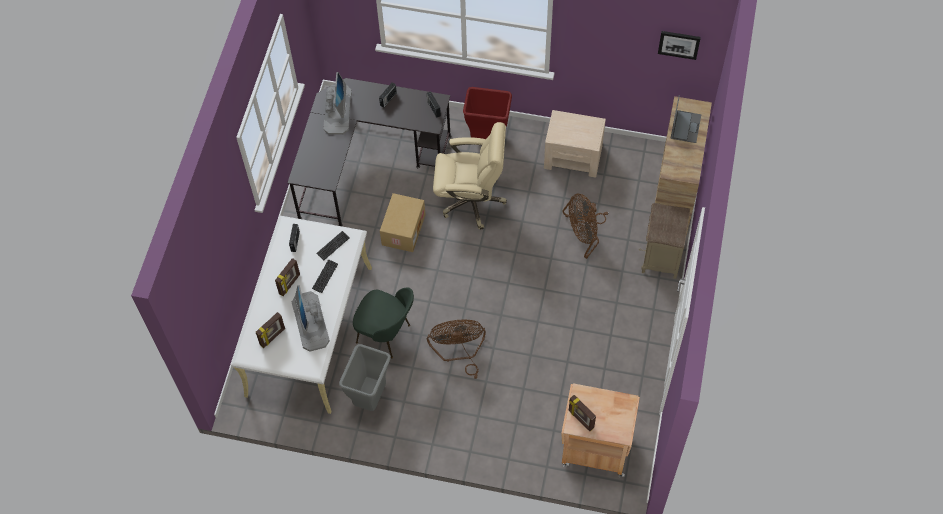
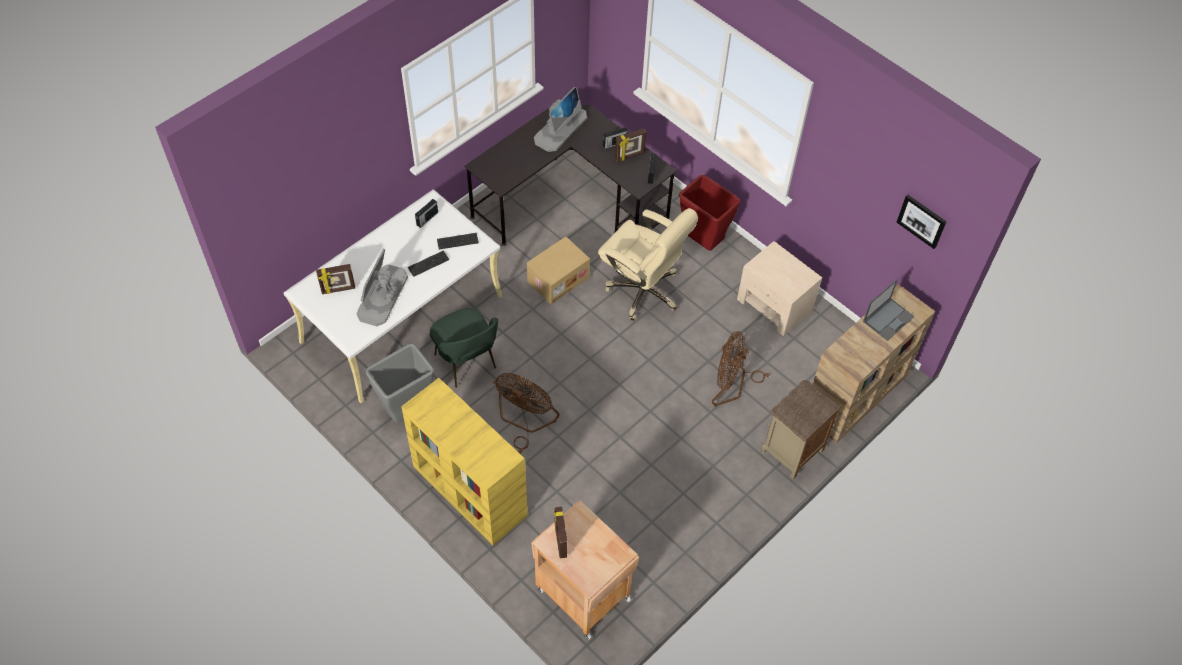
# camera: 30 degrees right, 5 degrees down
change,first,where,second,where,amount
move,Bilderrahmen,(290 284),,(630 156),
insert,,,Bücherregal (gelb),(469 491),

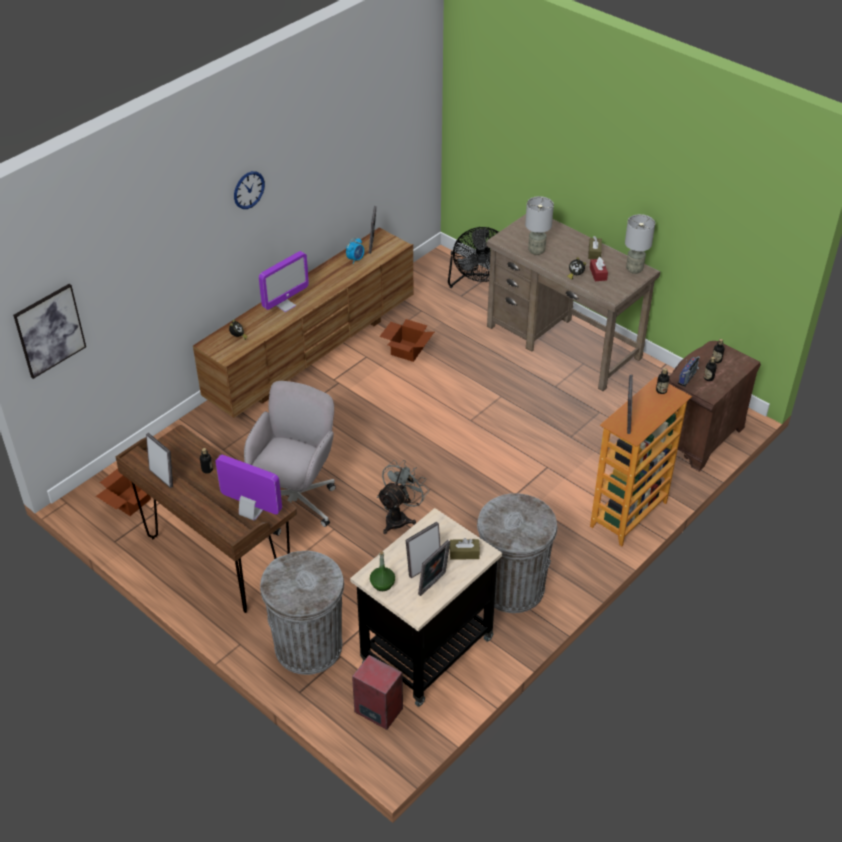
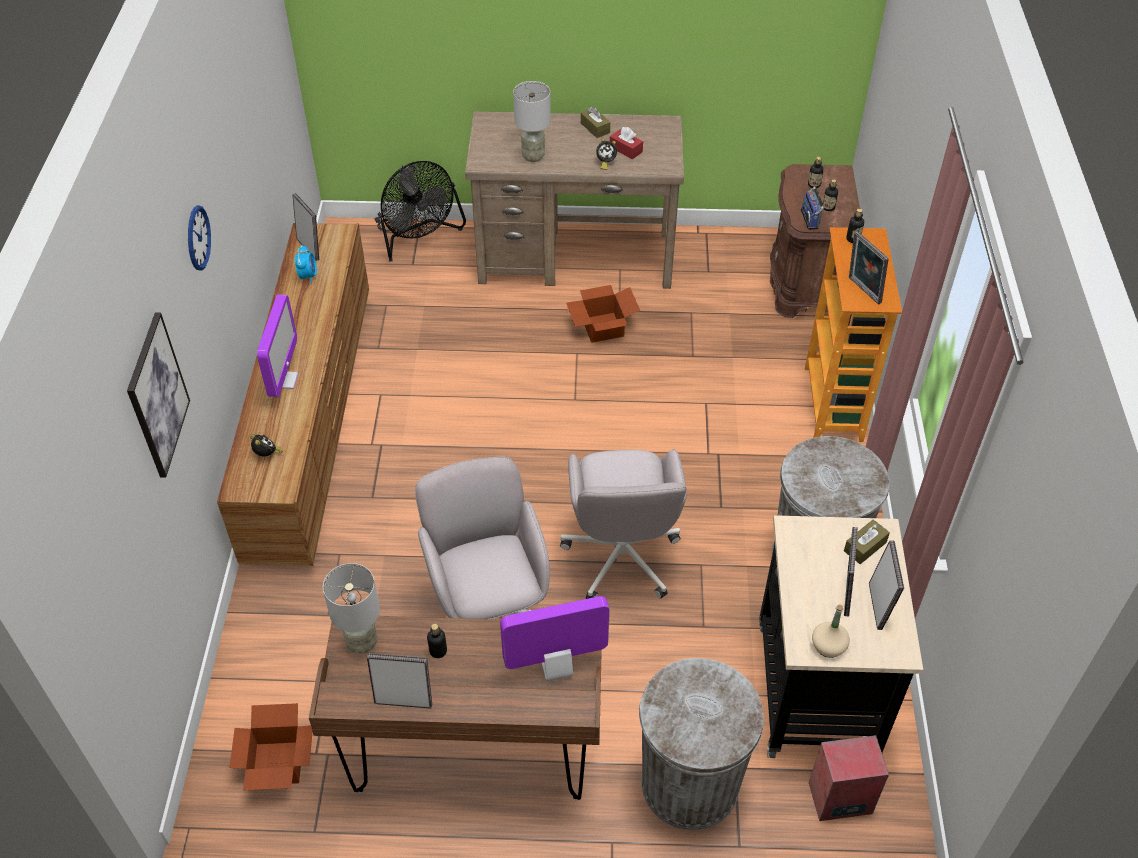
# camera: 40 degrees left, 5 degrees up
change,first,where,second,where,amount
move,Tischlampe (grau),(634 269),,(362 643),
move,Bild,(49 330),,(157 395),
move,Karton,(407 350),,(601 327),
replace,Ventilator (grau),(400 517),Bürostuhl (grau),(621 559),
recolor,Flasche (grün),(382 584),Flasche (beige),(828 646),

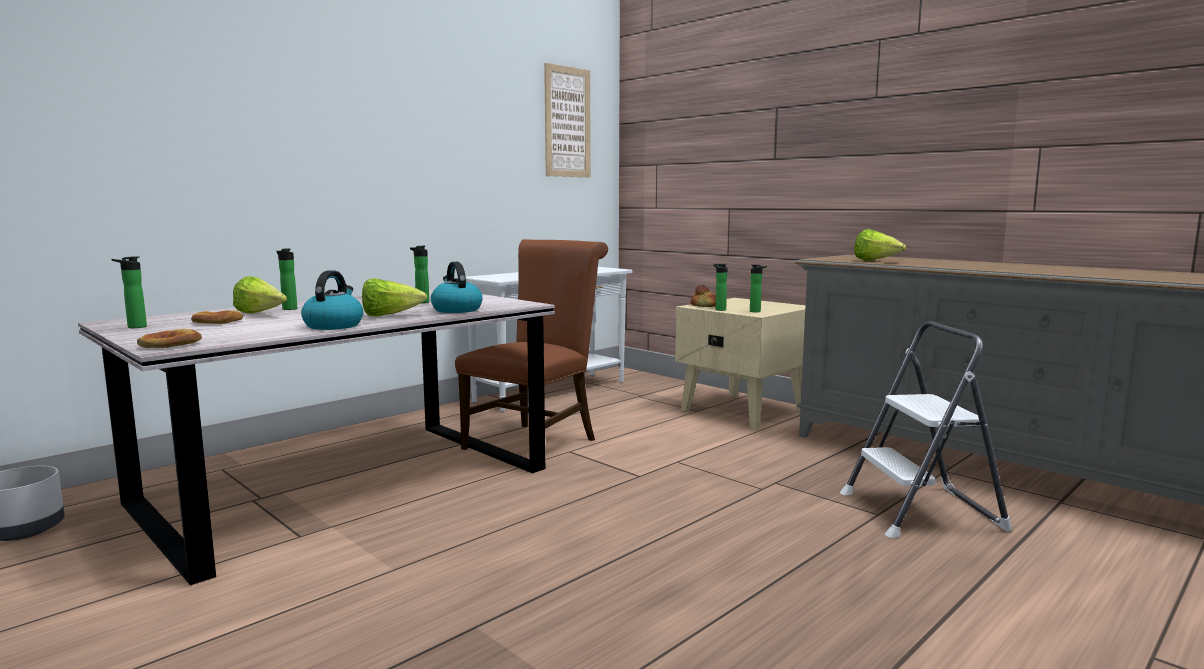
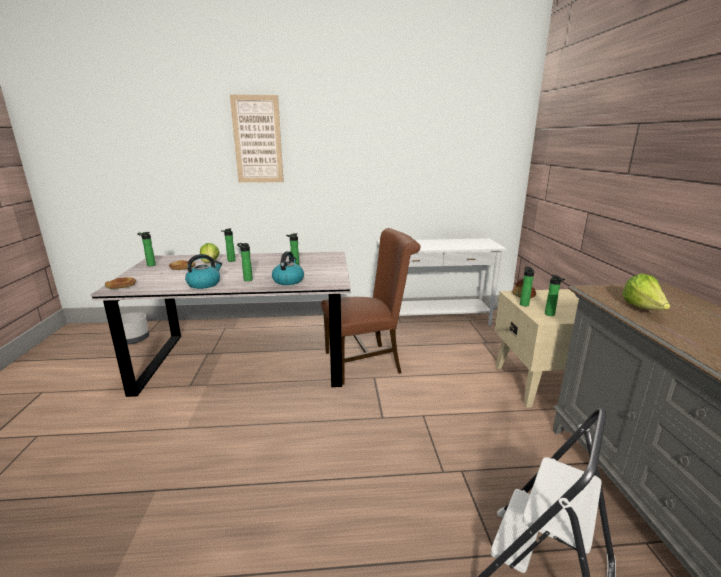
# camera: 40 degrees right, 10 degrees up
change,first,where,second,where,amount
move,Bild,(567 122),,(257 140),
replace,Salatkopf,(389 316),Flasche,(247 279),

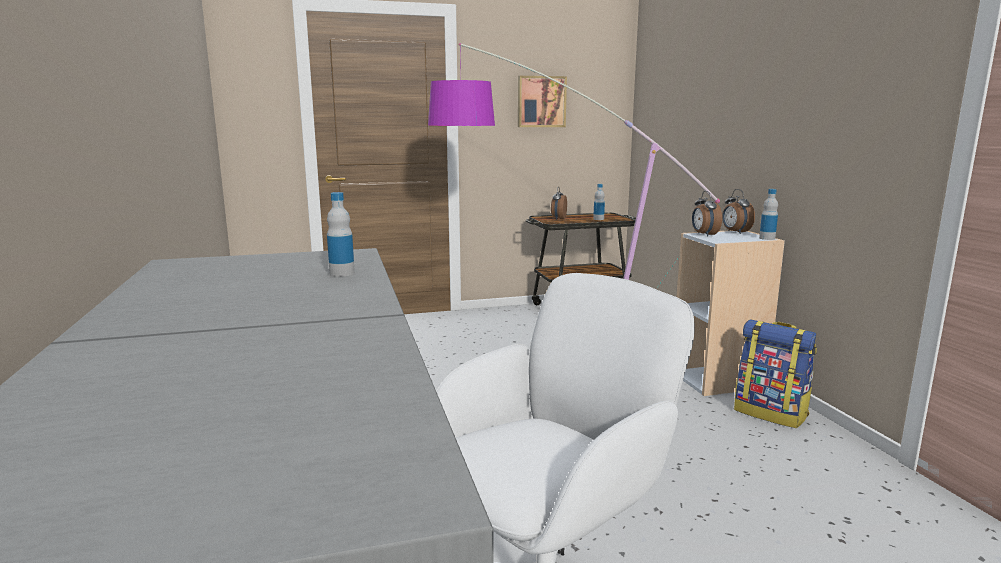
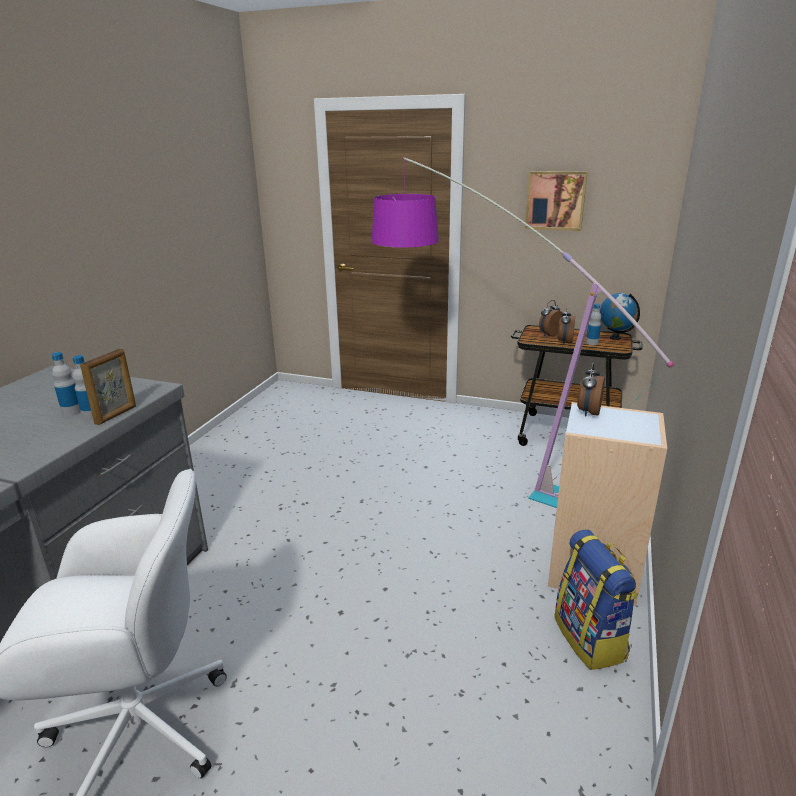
# camera: 35 degrees right, 10 degrees up
change,first,where,second,where,amount
move,Wecker,(735 232),,(564 342),
move,Flasche,(767 238),,(72 411),
insert,,,Globus,(615 337),
insert,,,Bilderrahmen,(116 415),

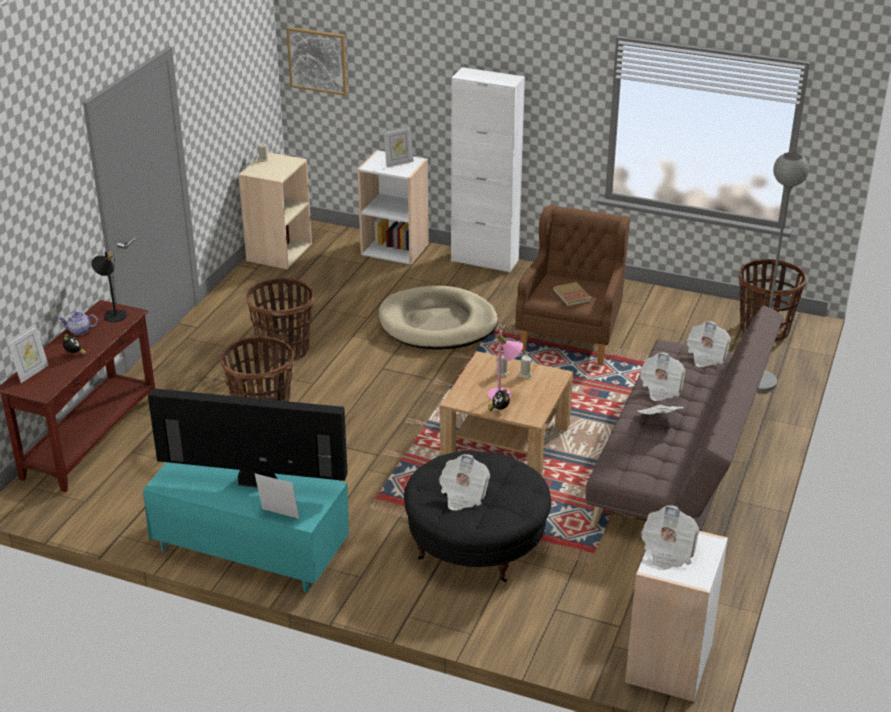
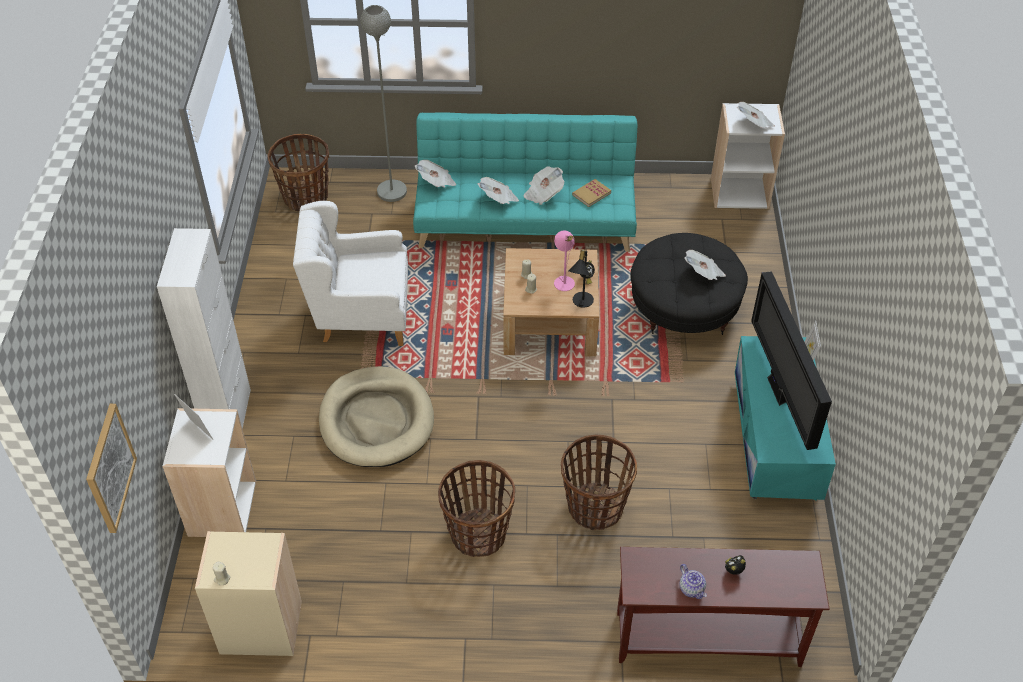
# camera: 110 degrees left, 15 degrees up
change,first,where,second,where,amount
recolor,Sessel (braun),(572 335),Sessel (weiß),(360 316),
move,Tischlampe (schwarz),(113 314),,(580 302),
move,Buch,(572 295),,(591 194),
recolor,Sofa (braun),(681 462),Sofa (türkis),(525 218),
delete,Bilderrahmen,(32 373),,,

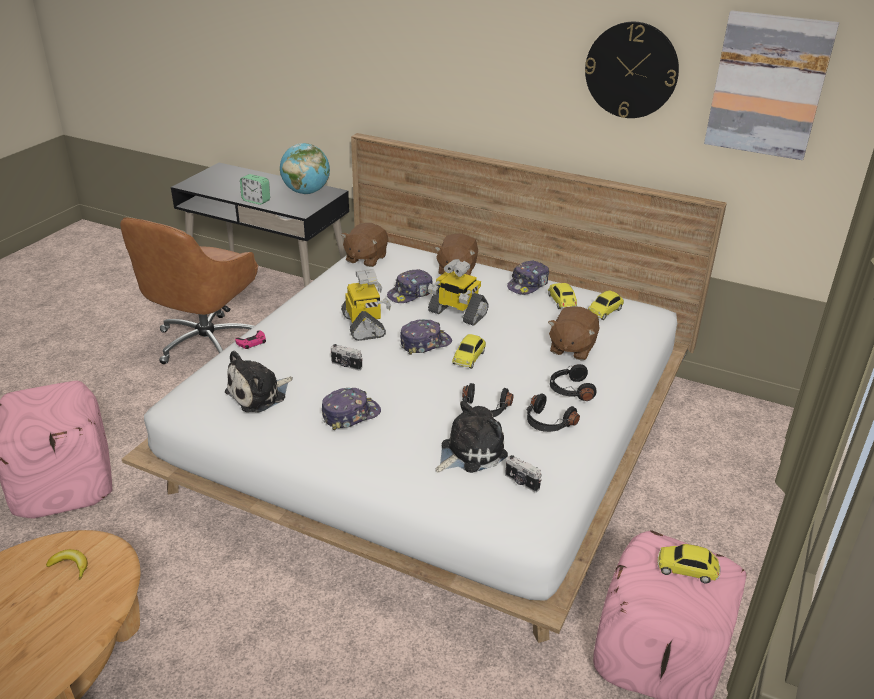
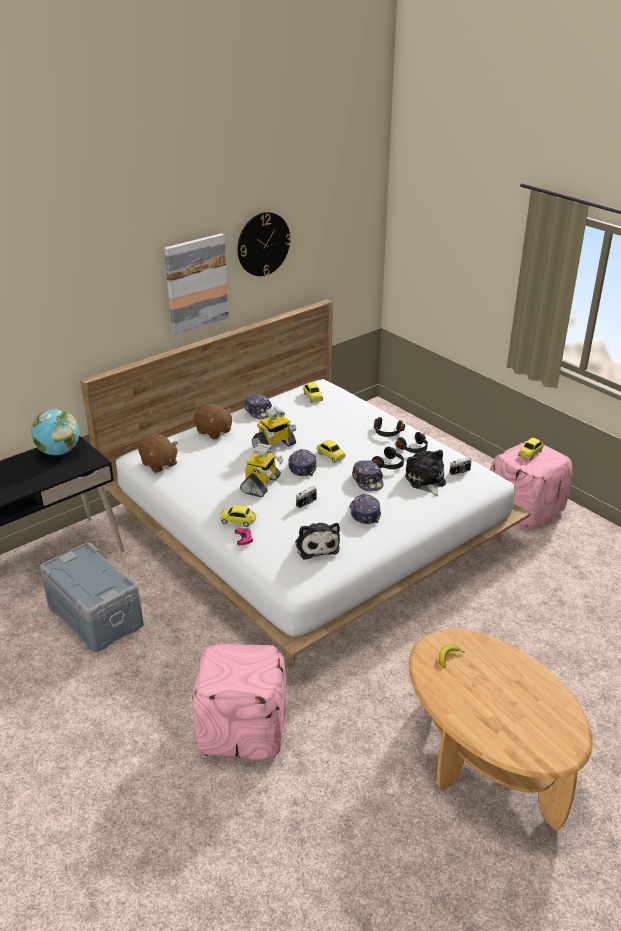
# camera: 65 degrees left, 0 degrees up
change,first,where,second,where,amount
move,Bild,(768 85),,(196 283),
delete,Wecker,(256 201),,,
replace,Bürostuhl (braun),(205 343),Aufbewahrungsbox (grau),(94 616),
rotate,Spielzeugroboter,(364 326),,(261 485),105 degrees clockwise
move,Kappe,(410 294),,(368 481),
move,Spielzeugauto,(562 302),,(238 521),
delete,Plüschtier (braun),(571 348),,,

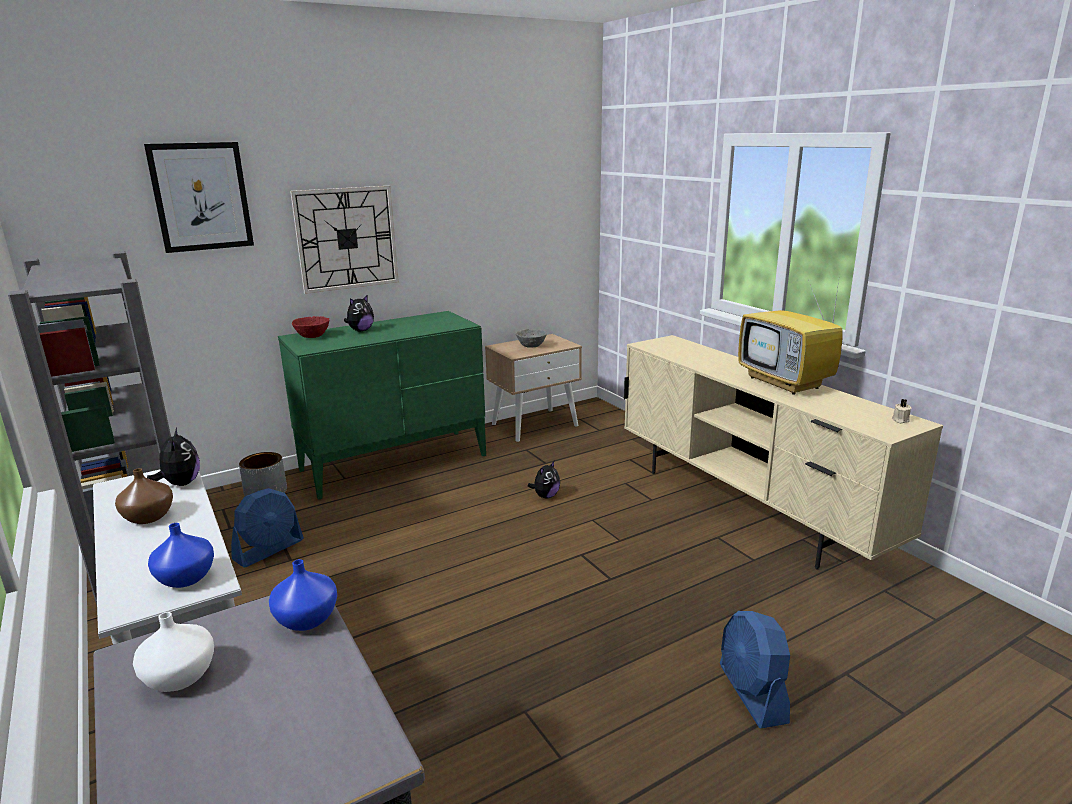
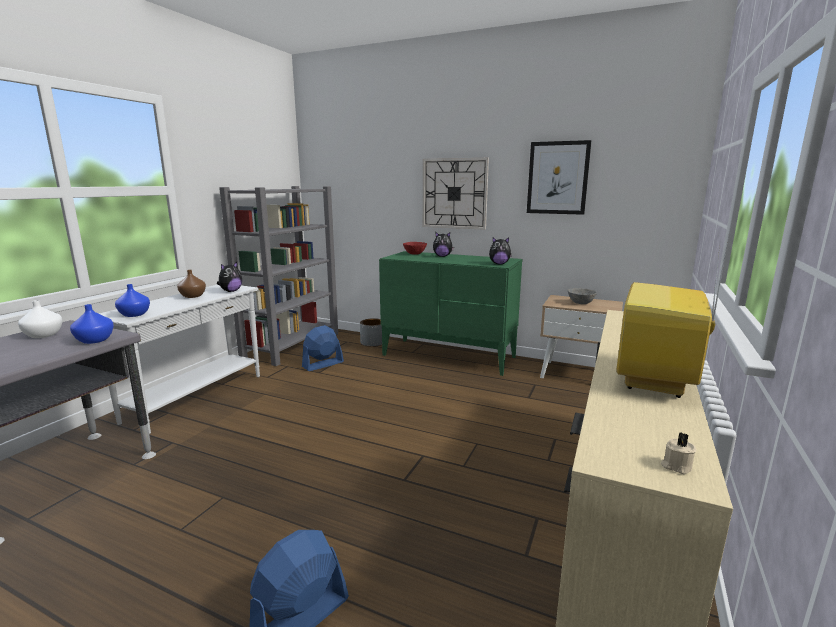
# camera: 55 degrees right, 5 degrees down
change,first,where,second,where,amount
move,Bild,(201 197),,(557 178),
move,Plüschtier,(545 496),,(499 264),
rotate,Ventilator (blau),(269 549),,(323 364),135 degrees clockwise

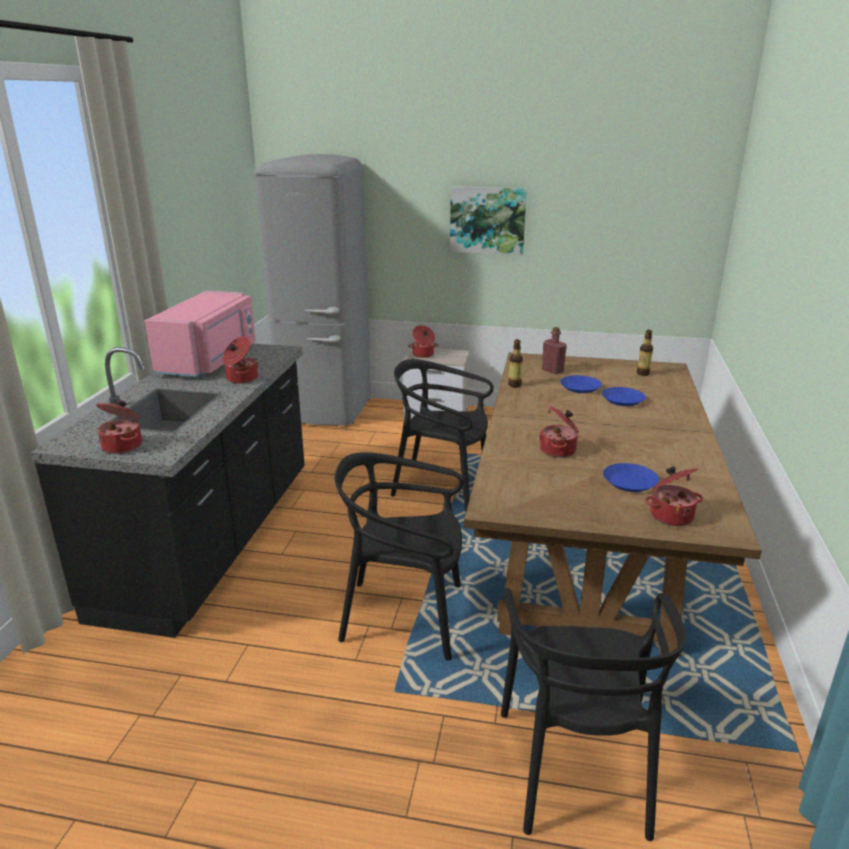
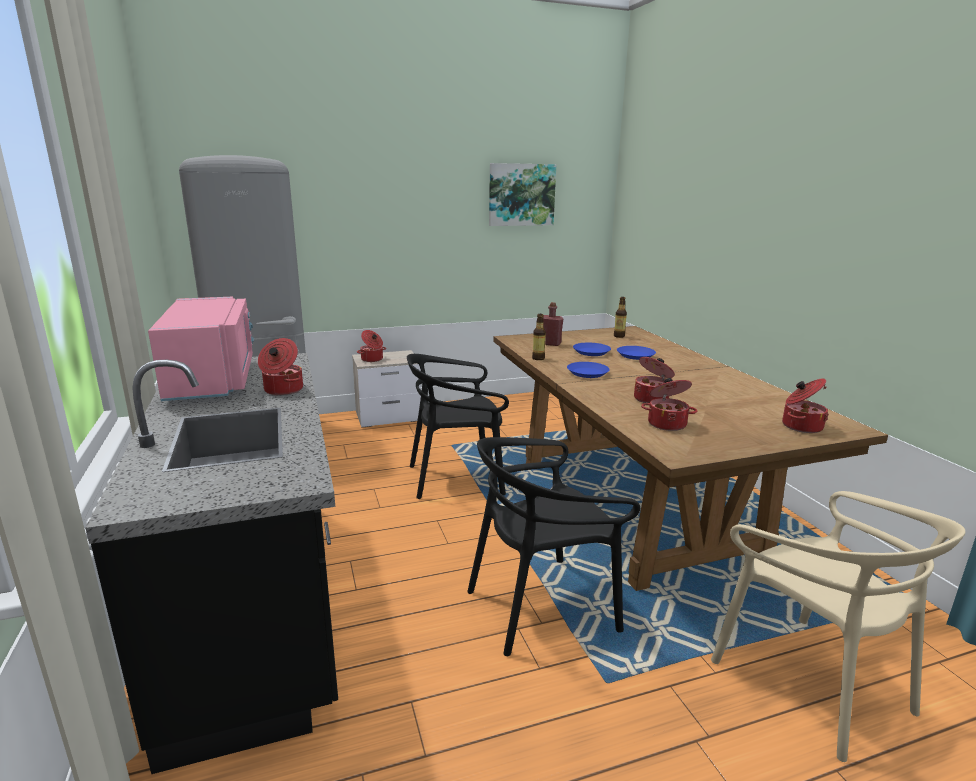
# camera: 30 degrees left, 5 degrees down
change,first,where,second,where,amount
move,Bild,(487 220),,(521 195),
move,Kochtopf,(123 446),,(667 423),
move,Teller (blau),(630 482),,(588 373),
recolor,Stuhl (schwarz),(576 768),Stuhl (beige),(811 681),

